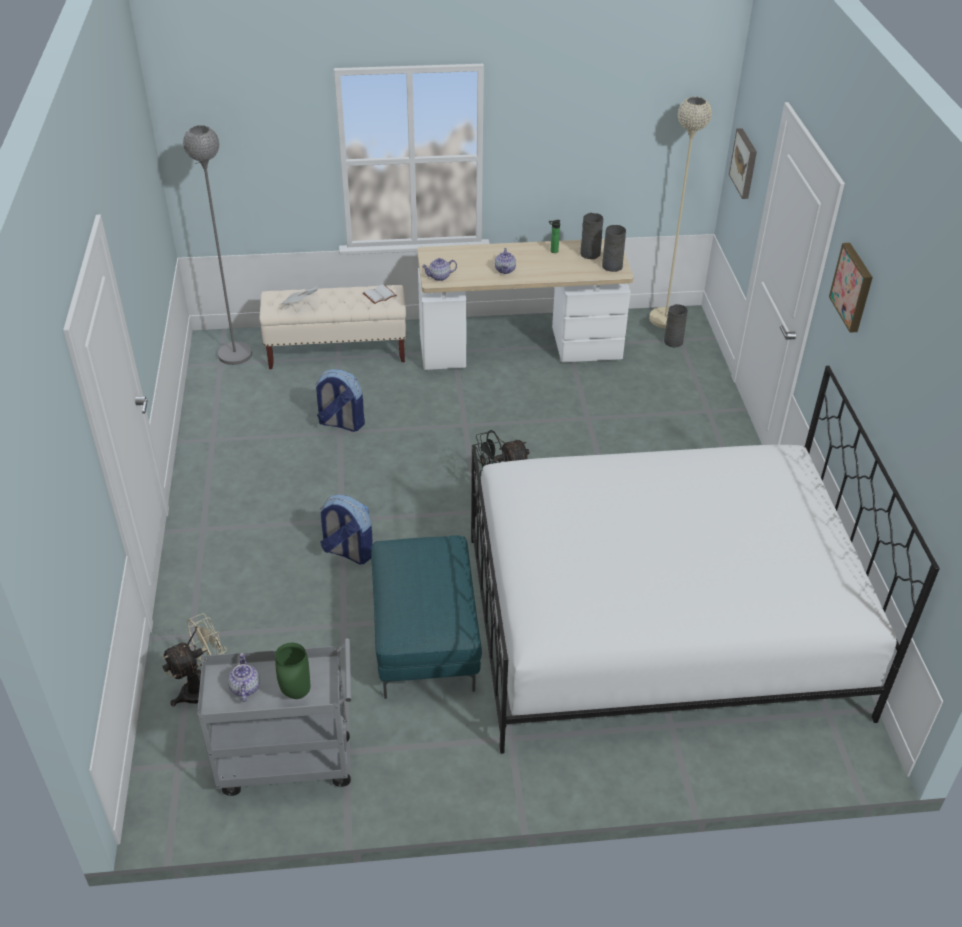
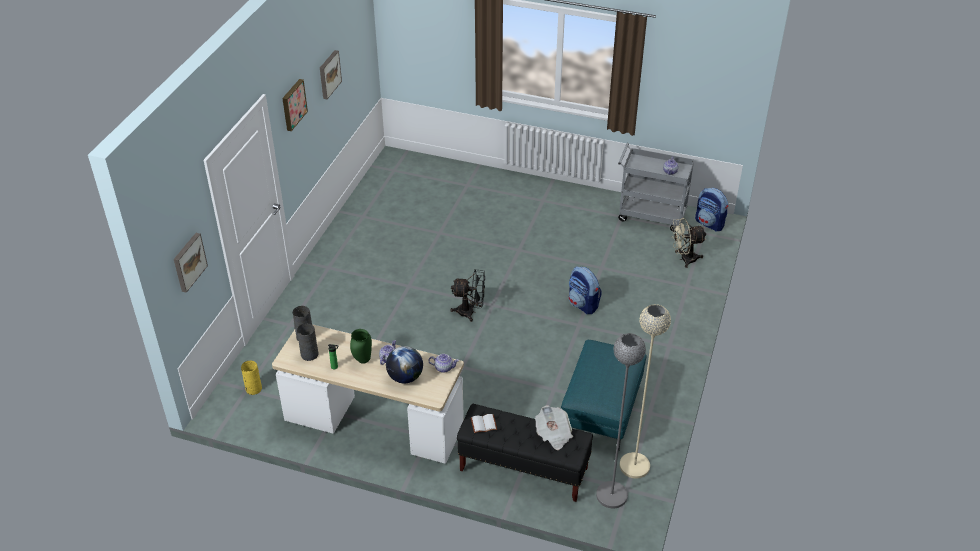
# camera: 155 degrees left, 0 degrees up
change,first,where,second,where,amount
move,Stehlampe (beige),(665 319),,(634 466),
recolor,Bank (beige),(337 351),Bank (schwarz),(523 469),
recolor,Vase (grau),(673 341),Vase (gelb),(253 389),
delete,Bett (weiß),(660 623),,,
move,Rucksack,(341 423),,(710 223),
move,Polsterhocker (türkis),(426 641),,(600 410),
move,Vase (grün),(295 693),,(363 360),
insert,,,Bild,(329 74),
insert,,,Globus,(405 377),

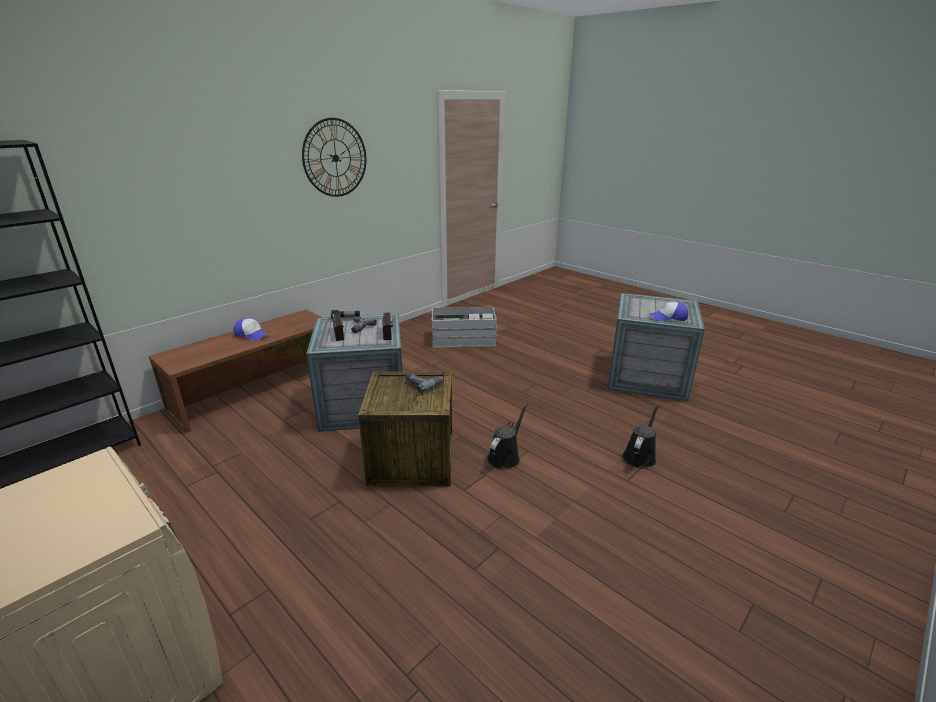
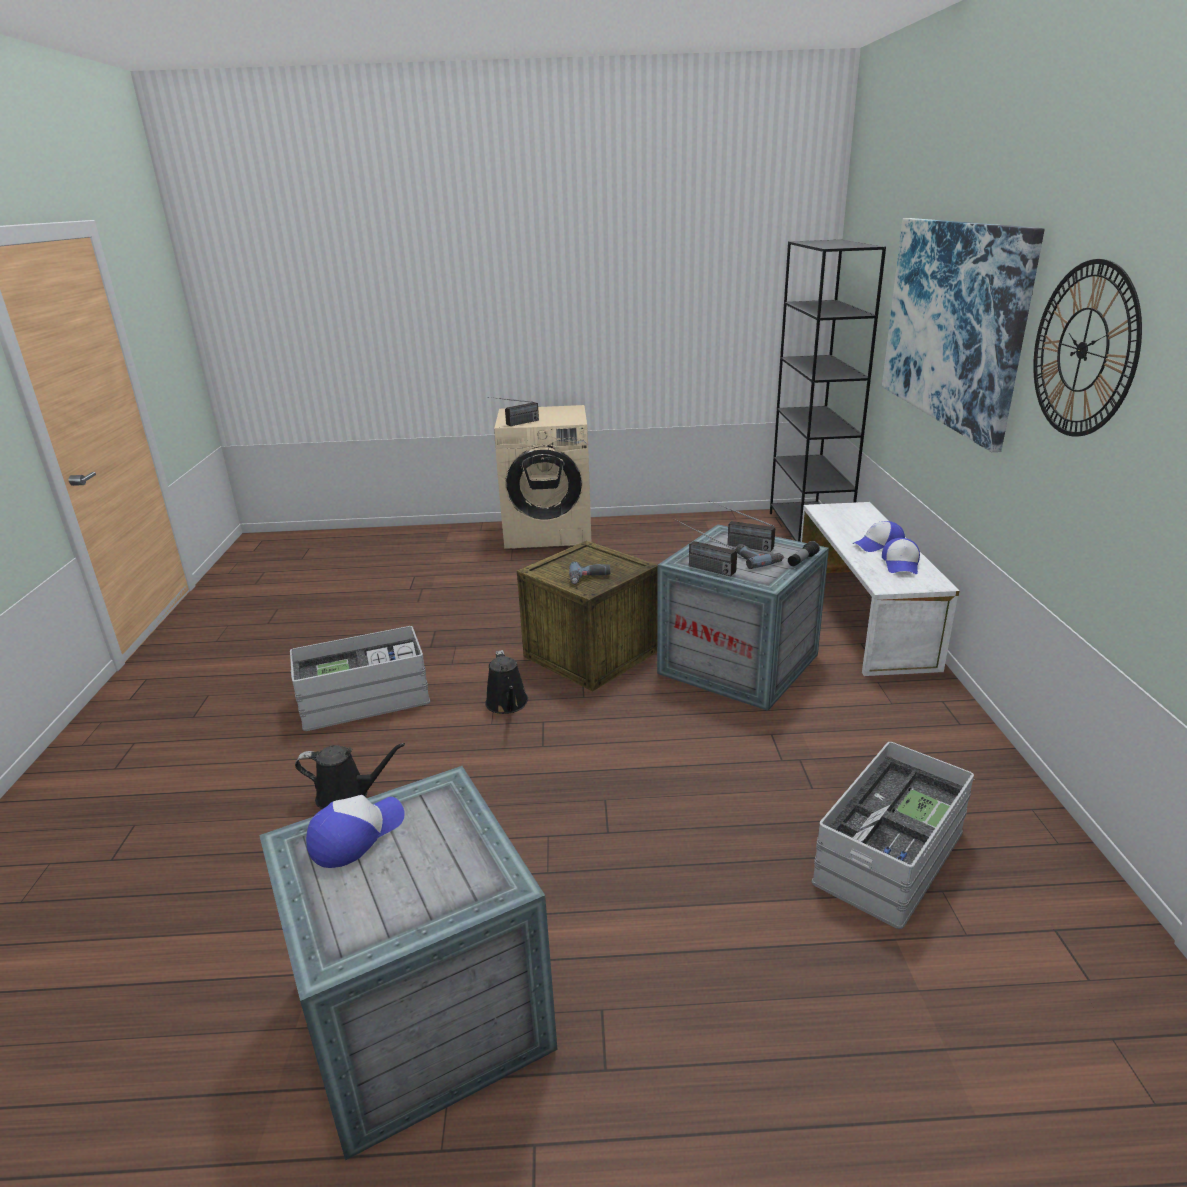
# camera: 135 degrees right, 0 degrees up
change,first,where,second,where,amount
recolor,Bank (braun),(258 388),Bank (weiß),(864 616),
rotate,Gießkanne (schwarz),(640 456),,(348 796),75 degrees counterclockwise
insert,,,Bild,(952 323),
insert,,,Radio,(515 424),
insert,,,Kappe,(901 564),
insert,,,Aufbewahrungsbox (grau),(364 698),

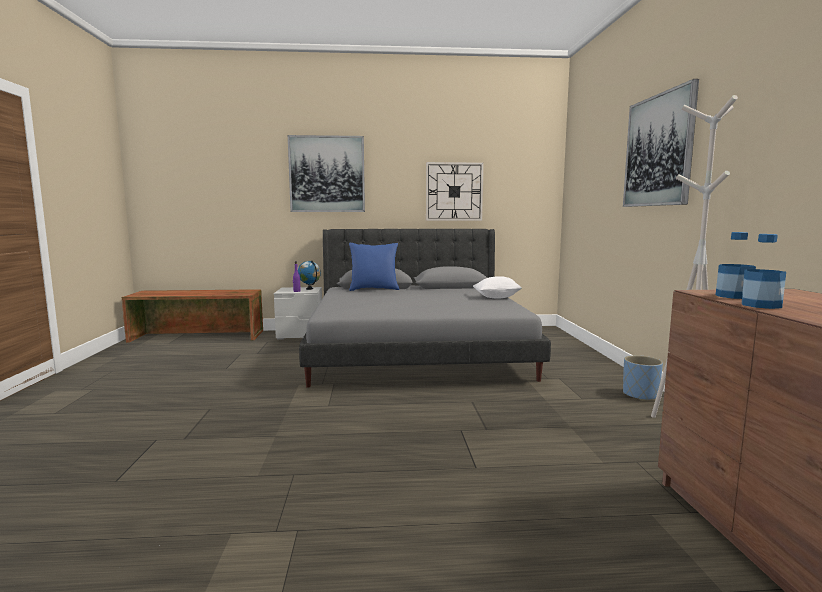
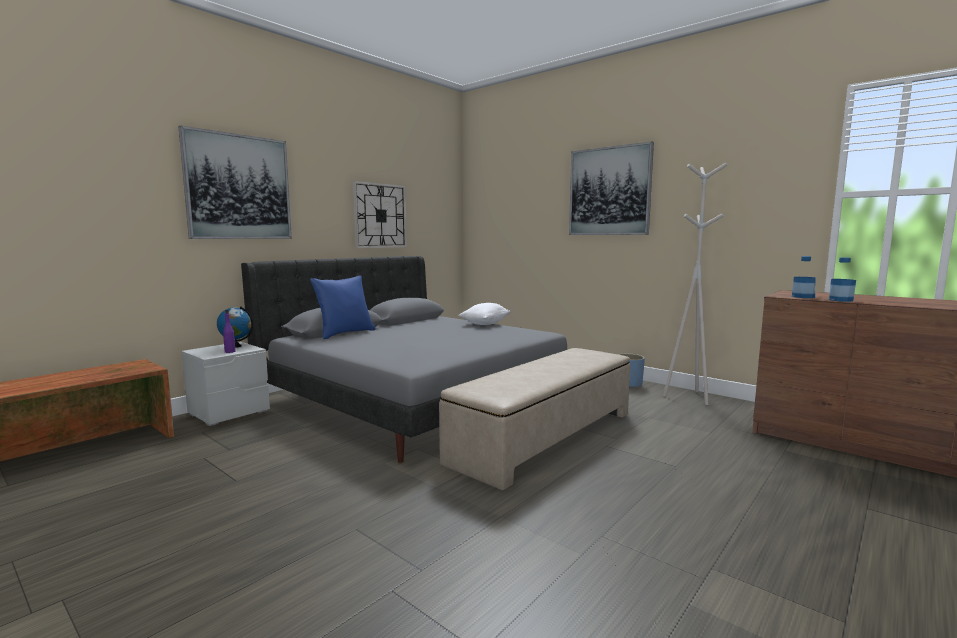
# camera: 45 degrees left, 0 degrees up
change,first,where,second,where,amount
insert,,,Bank (beige),(545 436),

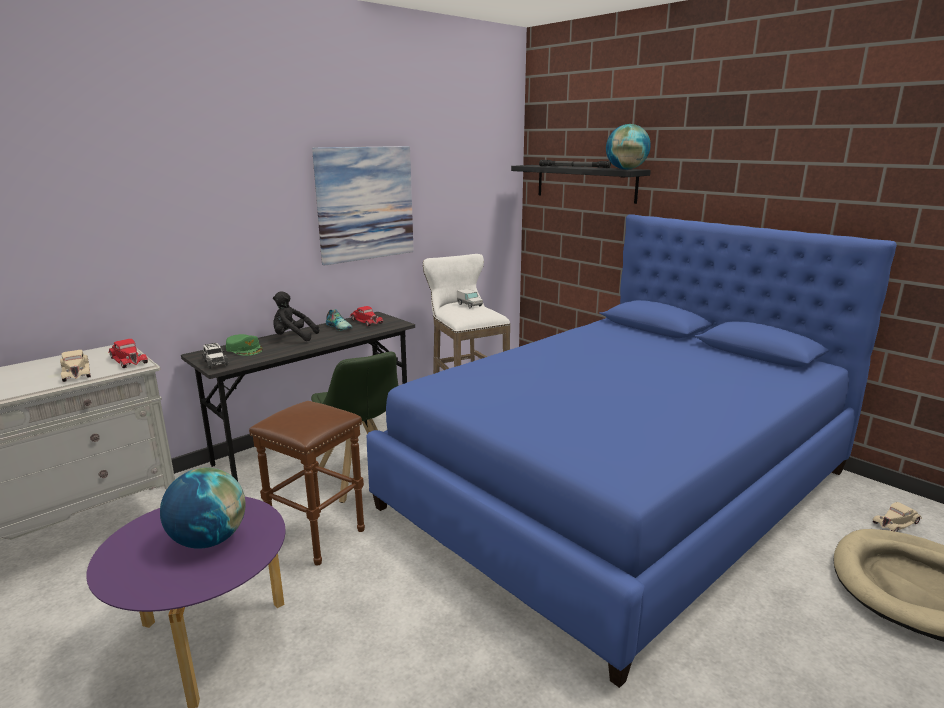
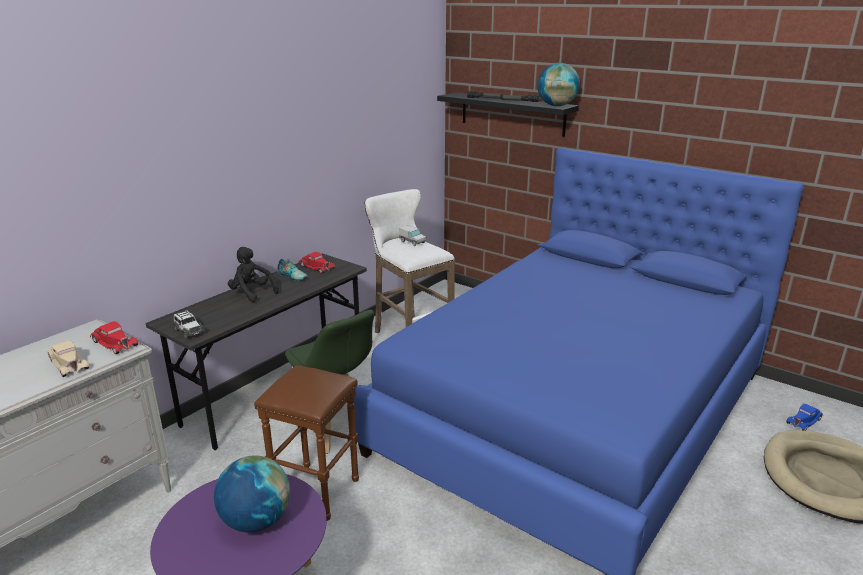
# camera: 10 degrees left, 5 degrees up
change,first,where,second,where,amount
delete,Bild,(365 203),,,
rotate,Plüschtier (schwarz),(293 337),,(252 293),45 degrees clockwise
delete,Kappe (grün),(245 349),,,
recolor,Spielzeugauto (beige),(896 522),Spielzeugauto (blau),(804 420),

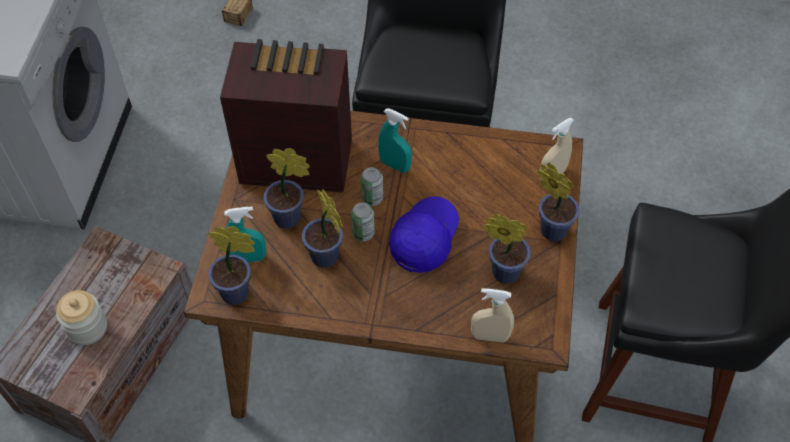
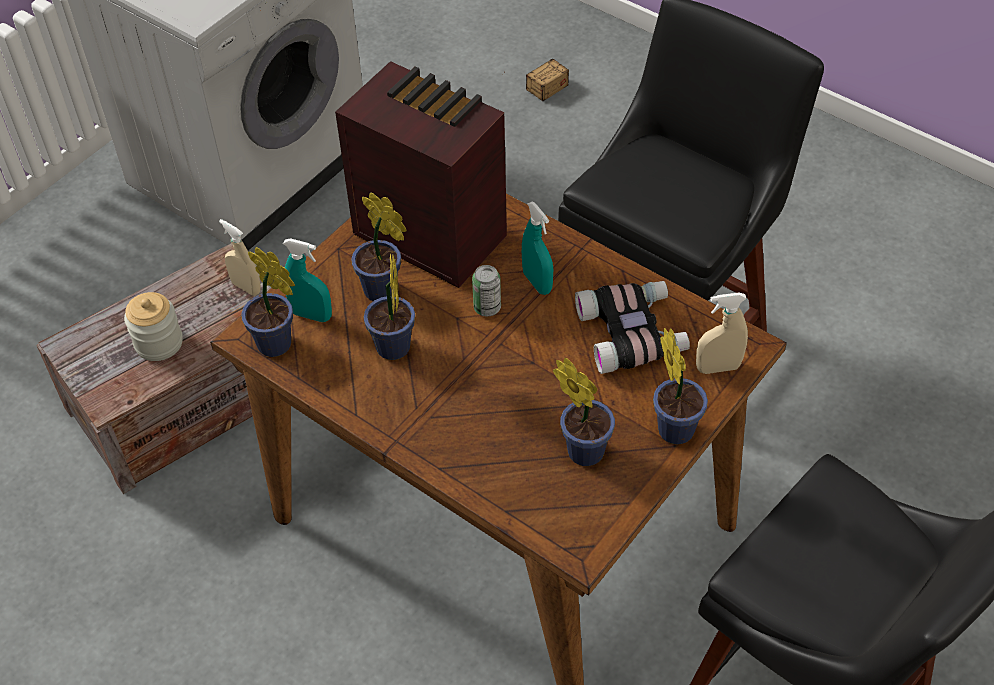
# camera: 30 degrees right, 5 degrees down
change,first,where,second,where,amount
delete,Kappe (blau),(424 239),,,
delete,Dose,(363 233),,,
move,Sprühflasche (beige),(490 336),,(246 287),
insert,,,Fernglas,(633 332),

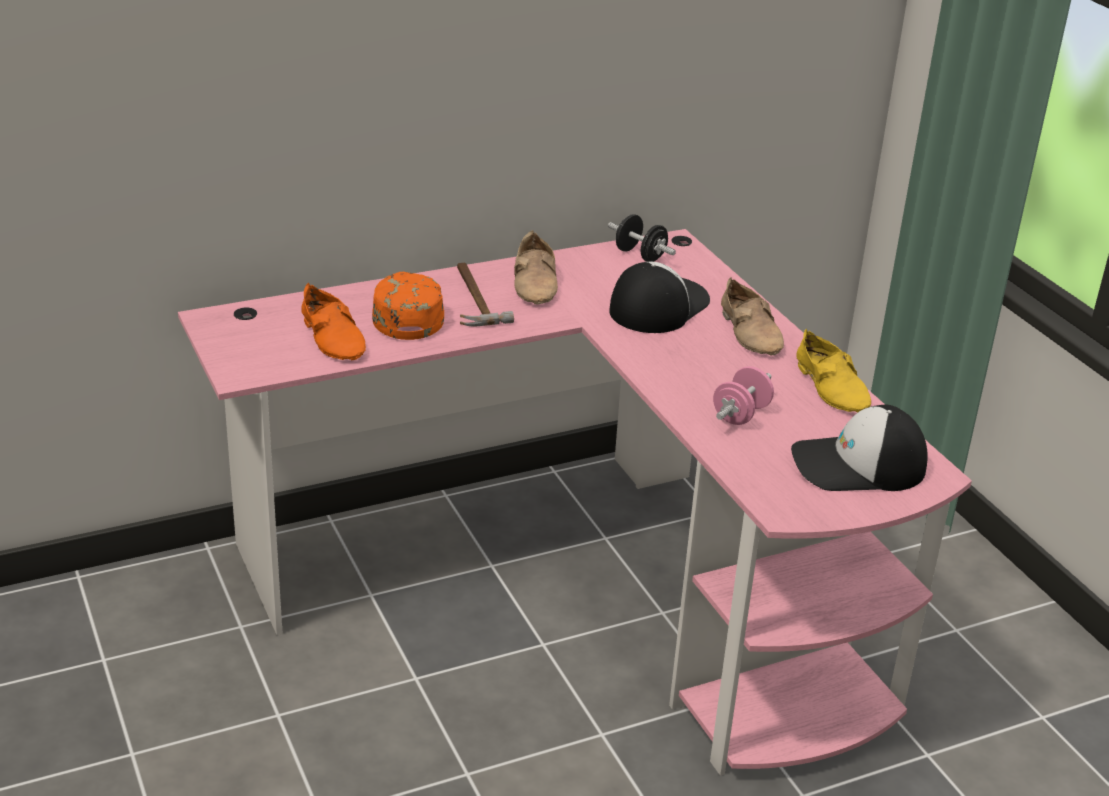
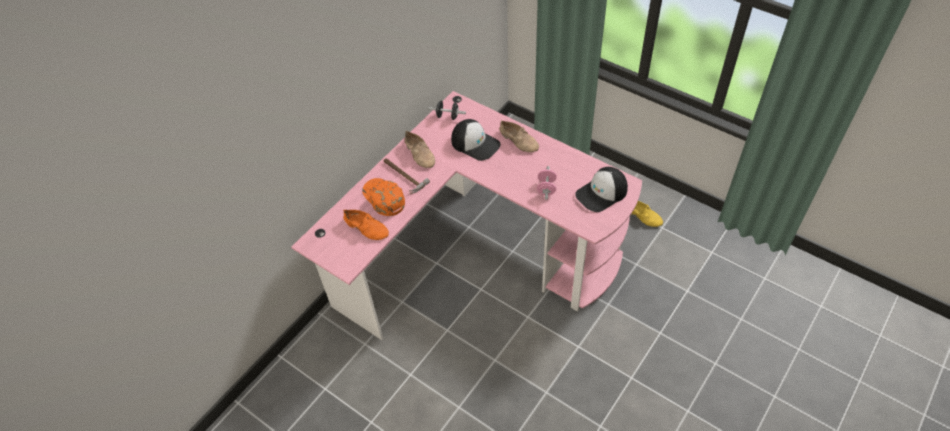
# camera: 25 degrees left, 20 degrees up
change,first,where,second,where,amount
rotate,Kappe,(657 306),,(475 143),120 degrees clockwise
move,Schuh (gelb),(832 386),,(643 215),

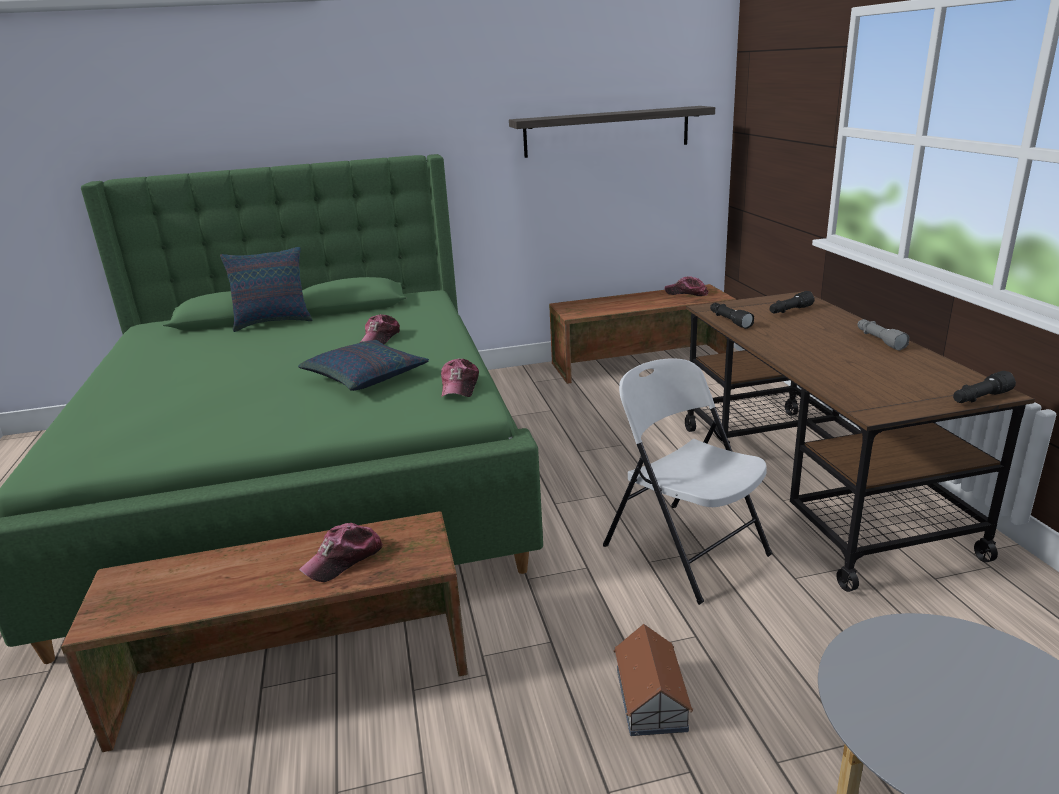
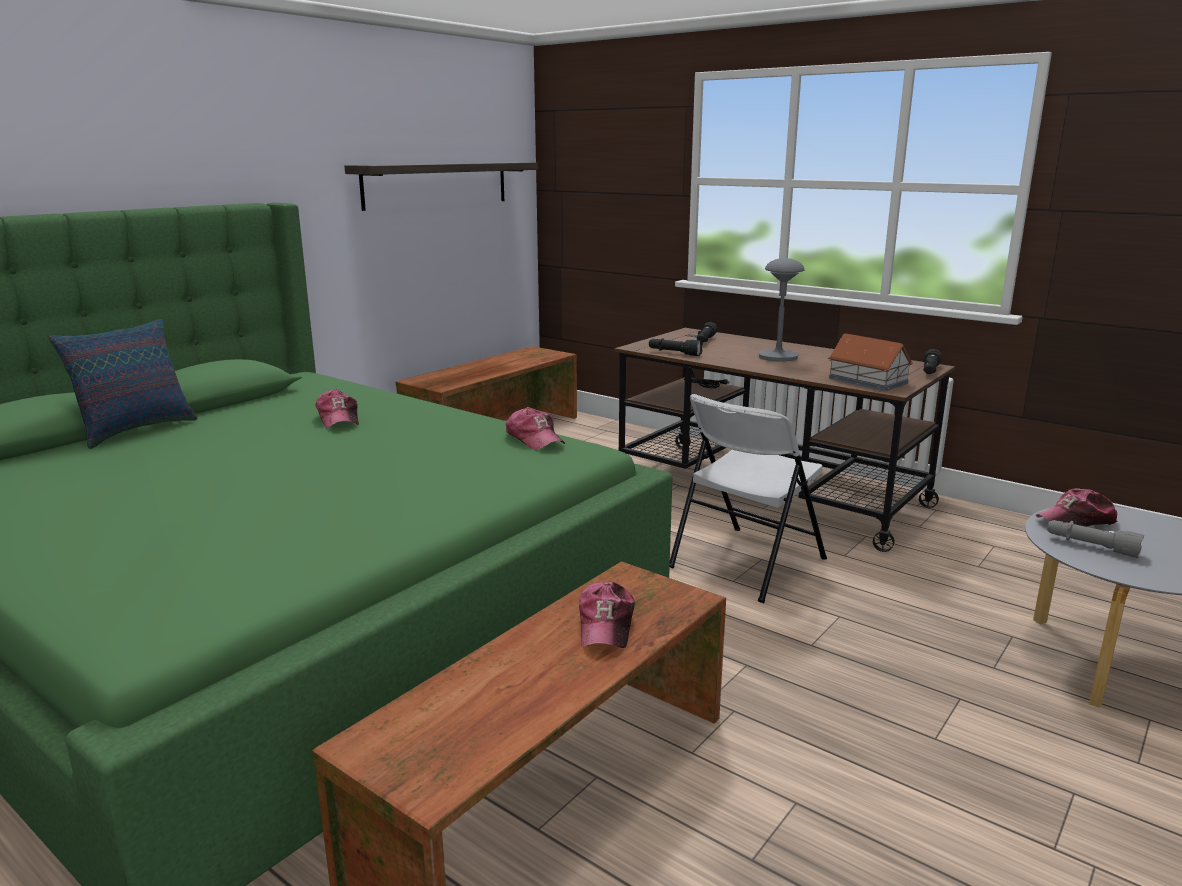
# camera: 40 degrees left, 5 degrees down
change,first,where,second,where,amount
move,Kappe,(686 293),,(1076 521),
move,Taschenlampe (grau),(879 340),,(1091 546),
delete,Kissen (blau),(366 377),,,
rotate,Stuhl (weiß),(686 550),,(747 563),60 degrees counterclockwise
move,Spielzeughaus,(650 699),,(868 381),
insert,,,Tischlampe (grau),(778 357),

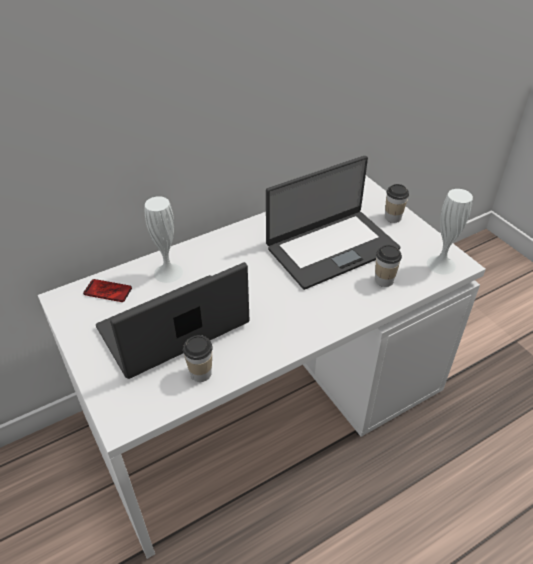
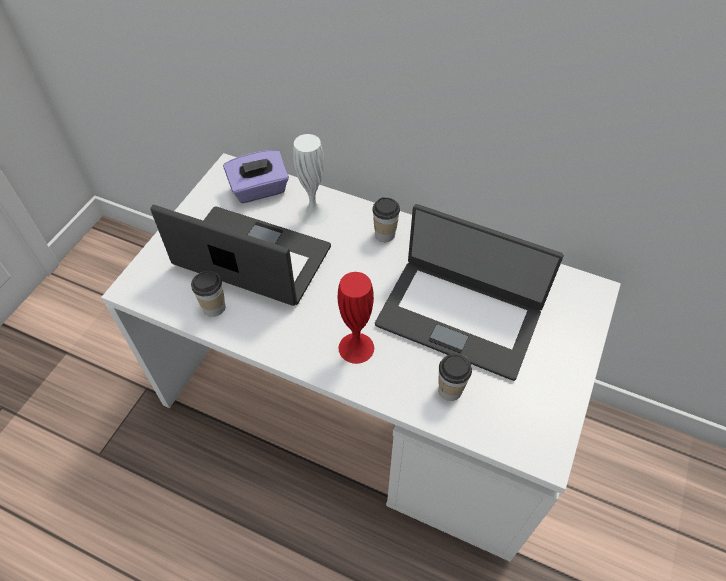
# camera: 55 degrees right, 10 degrees up
change,first,where,second,where,amount
move,Tasse,(393 217),,(385 234),
delete,Vase (weiß),(441 264),,,
replace,Handy,(108 291),Taschentuchbox (lila),(259 190),
insert,,,Vase (rot),(356 348),

